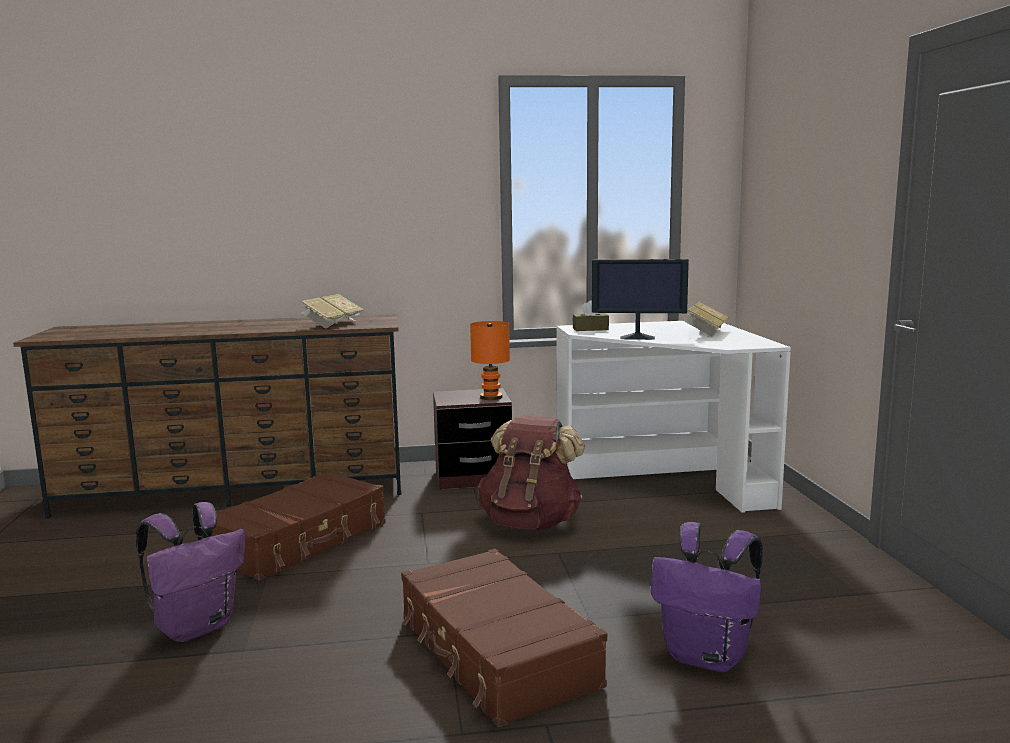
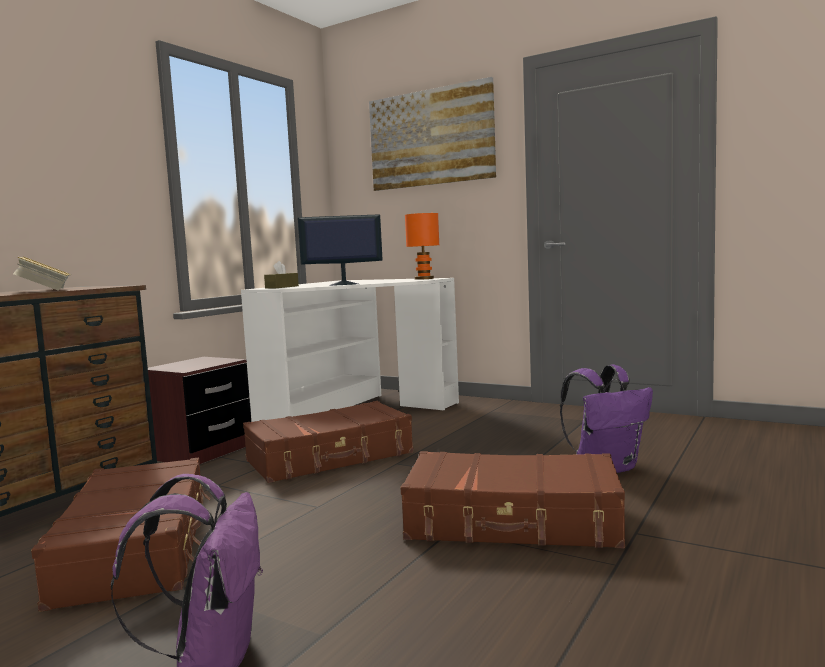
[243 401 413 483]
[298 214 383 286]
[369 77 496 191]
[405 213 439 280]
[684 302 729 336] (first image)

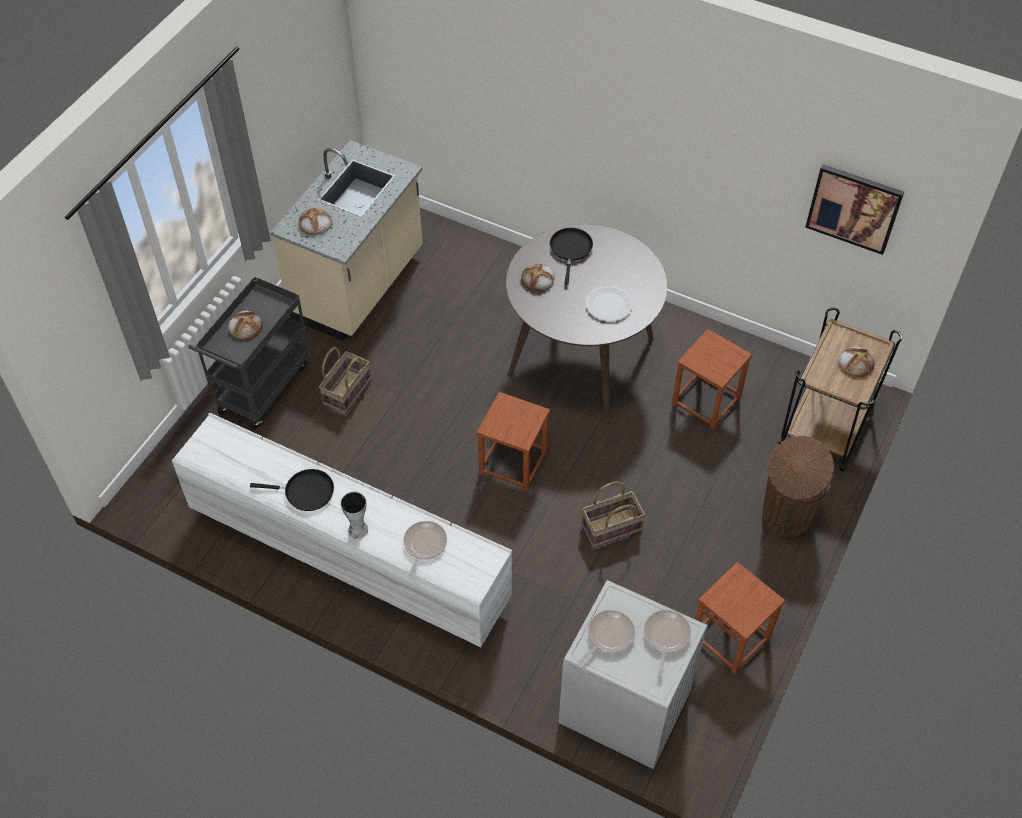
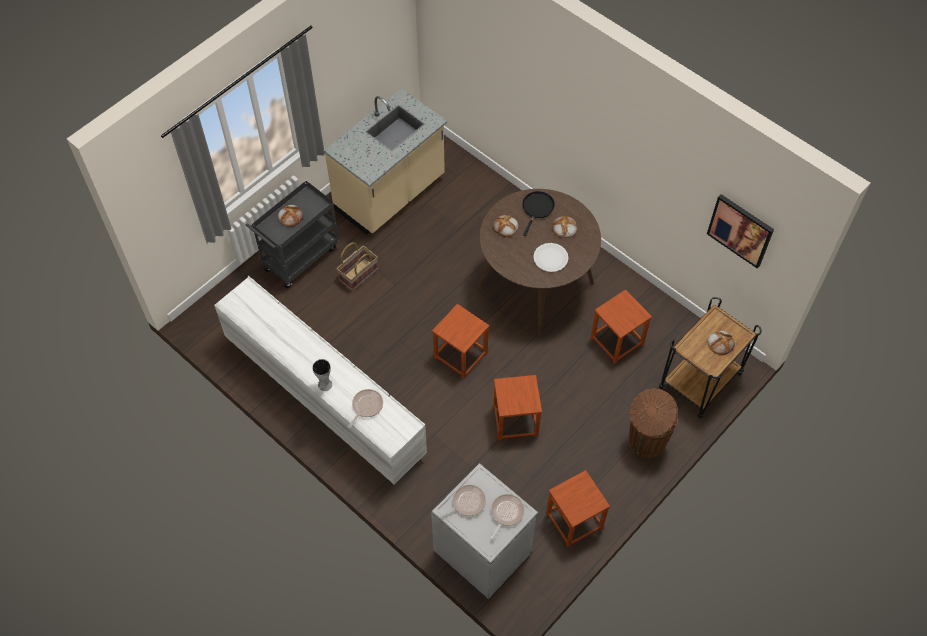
[493 375 542 441]
[553 216 577 238]
[250 469 334 511] (first image)

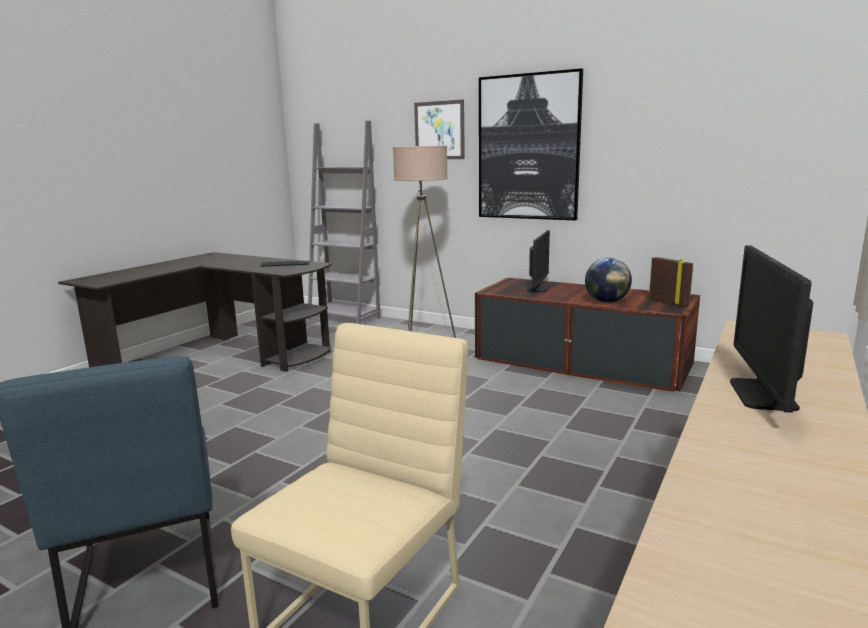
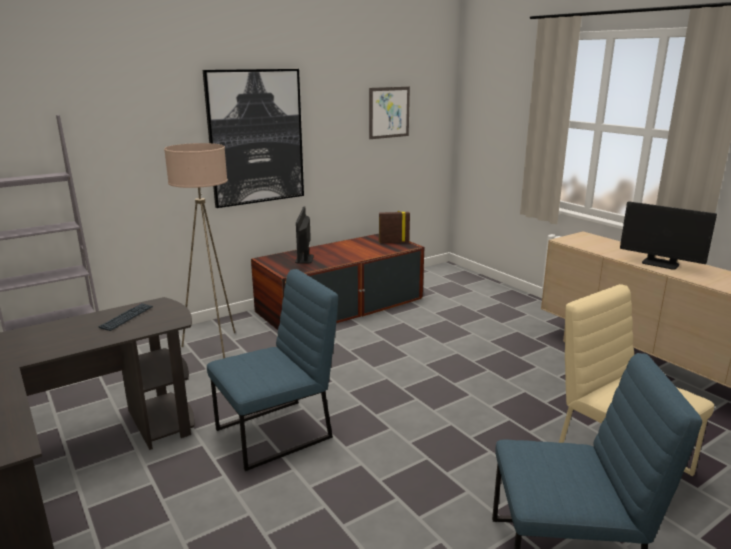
[207 269 338 471]
[295 207 314 263]
[369 87 410 139]
[585 258 632 303] (first image)

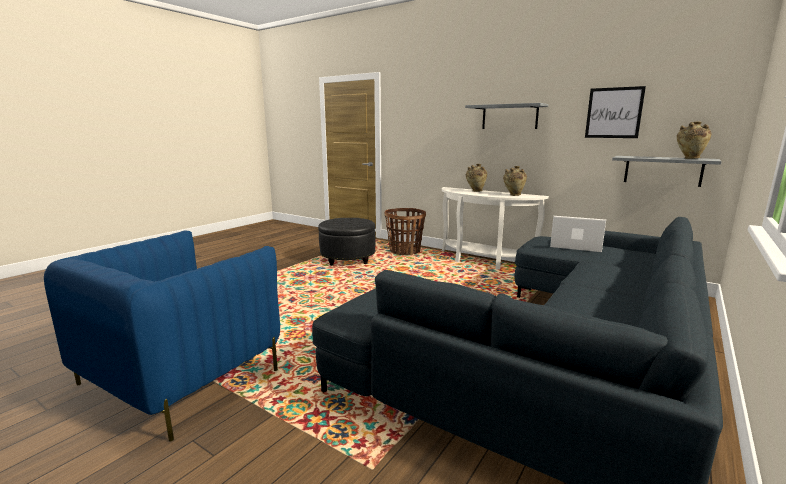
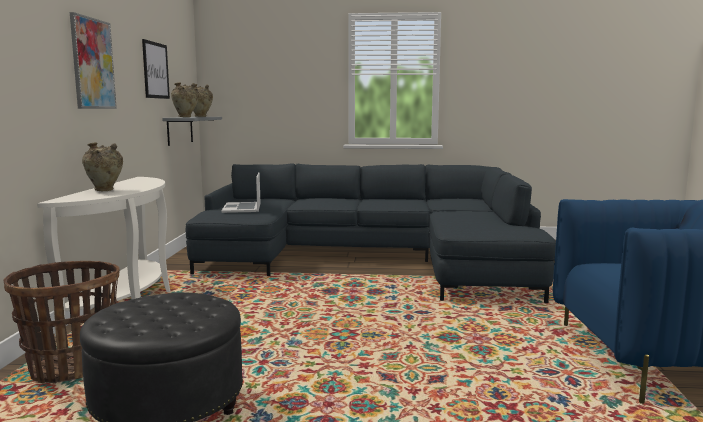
[70 12 117 109]
[171 82 199 117]

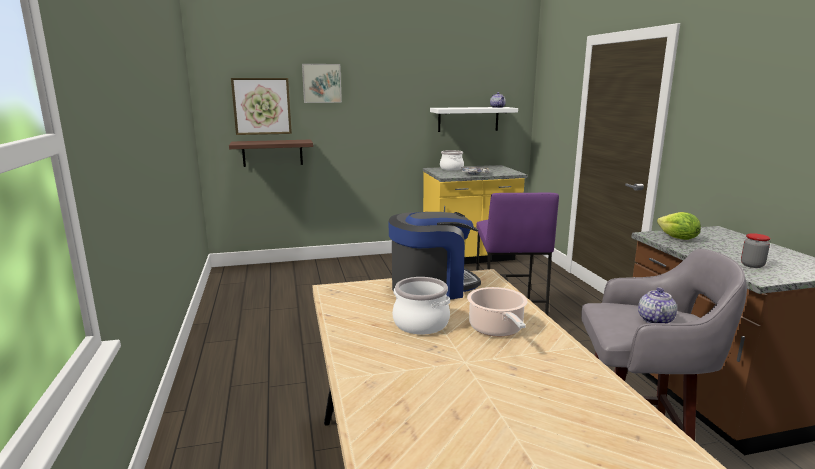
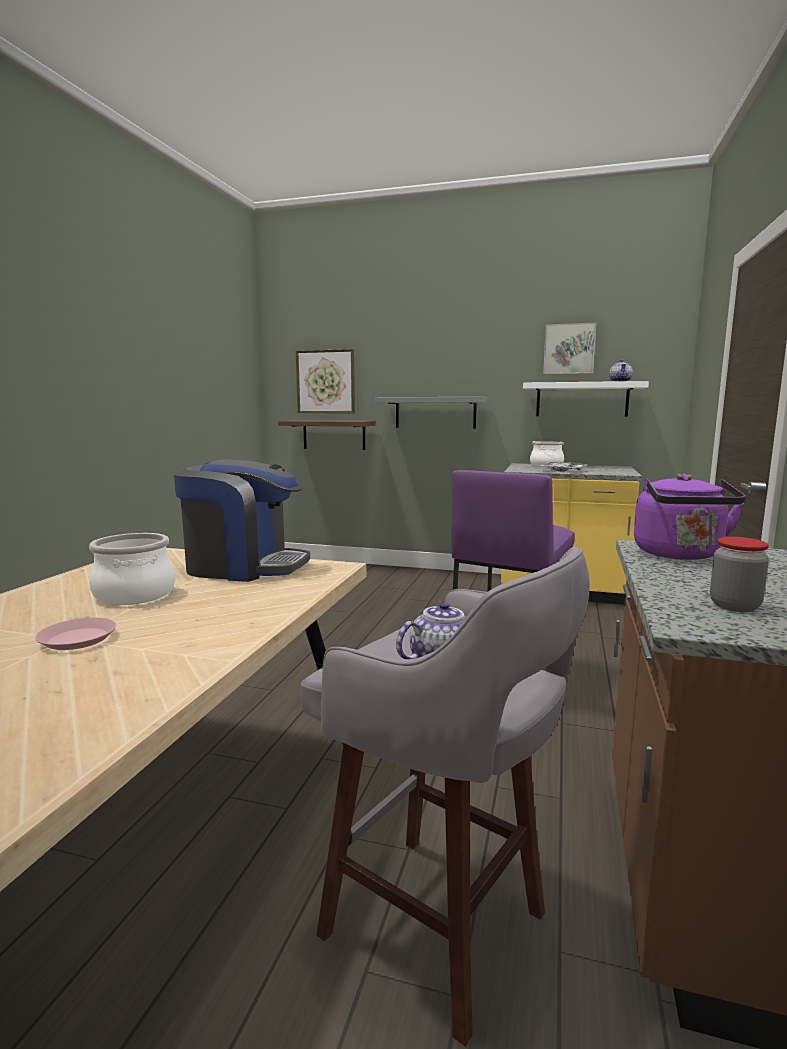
[35 617 116 650]
[375 397 488 429]
[543 323 596 374]
[634 473 745 560]
[467 287 527 337] (first image)

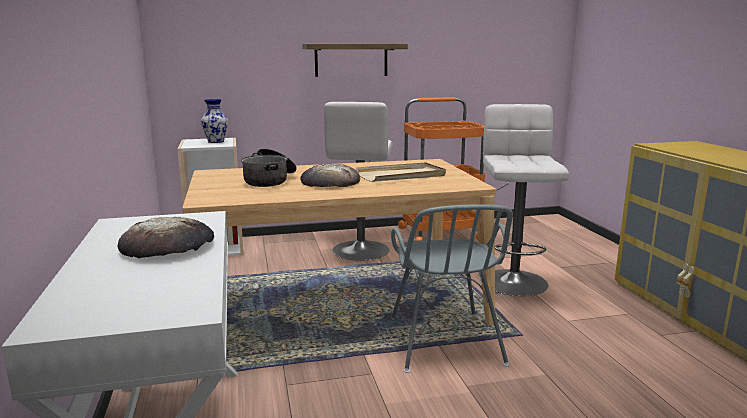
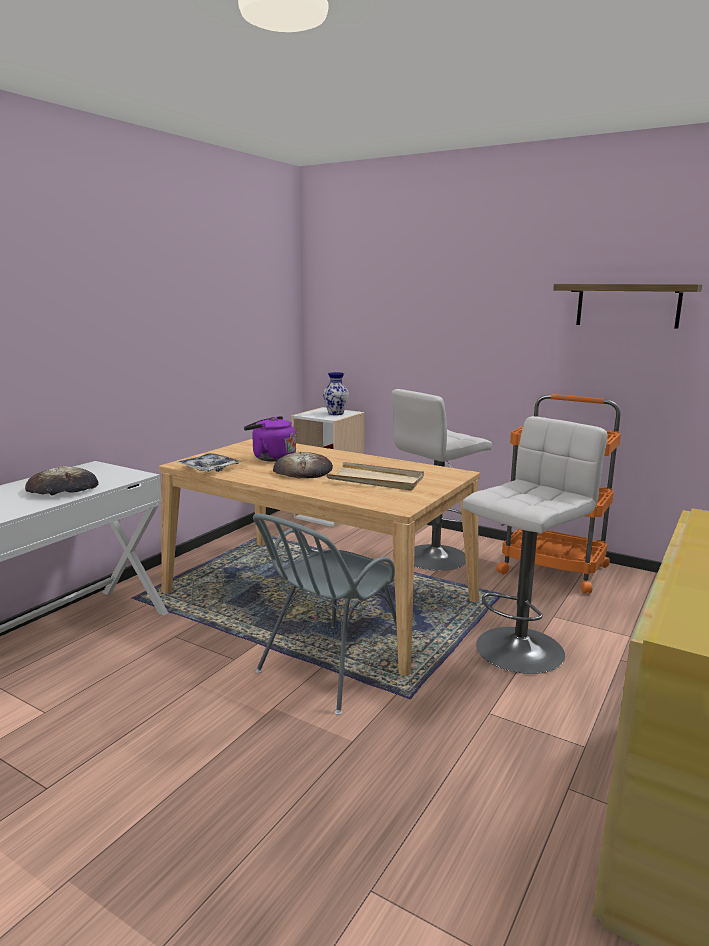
[177 453 242 472]
[244 416 296 462]
[553 284 702 328]

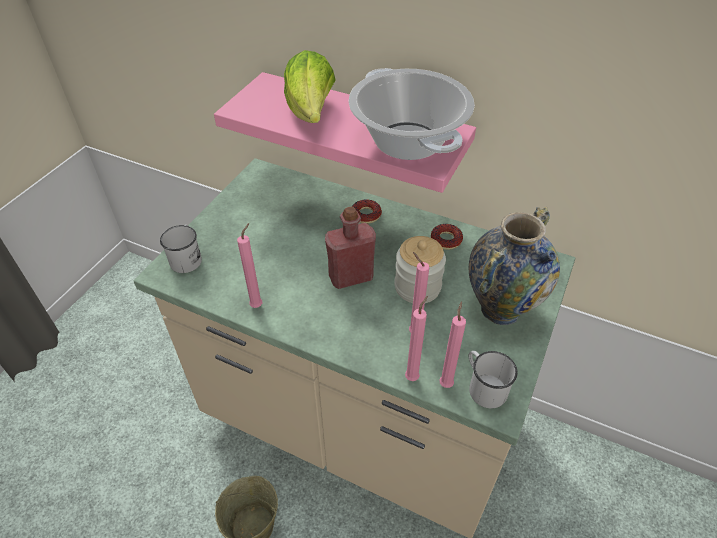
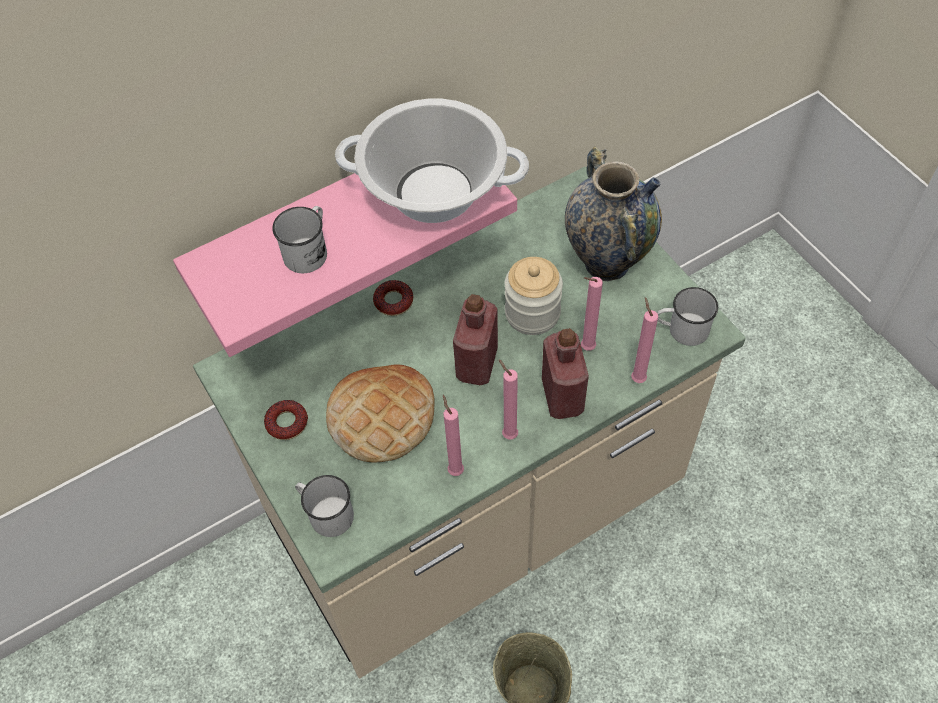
[264 400 308 440]
[272 206 327 273]
[326 364 435 463]
[499 359 518 439]
[542 328 589 419]

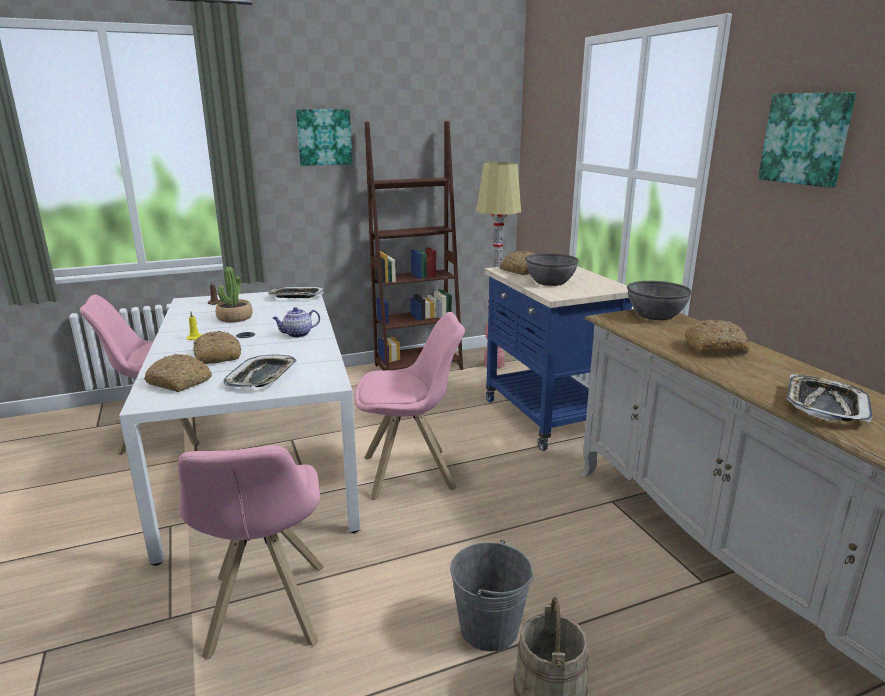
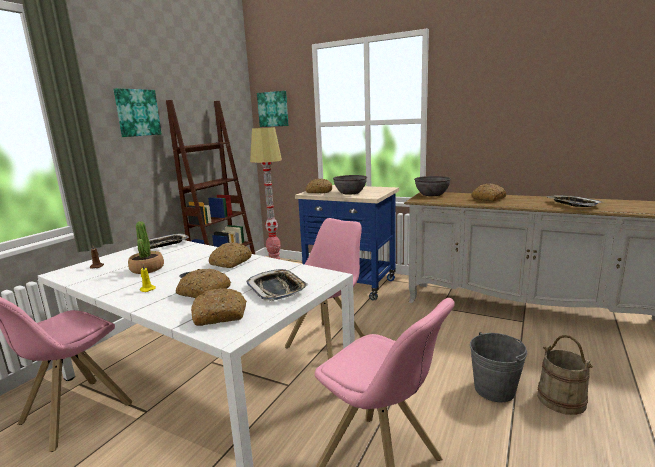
[209 242 252 268]
[257 91 288 127]

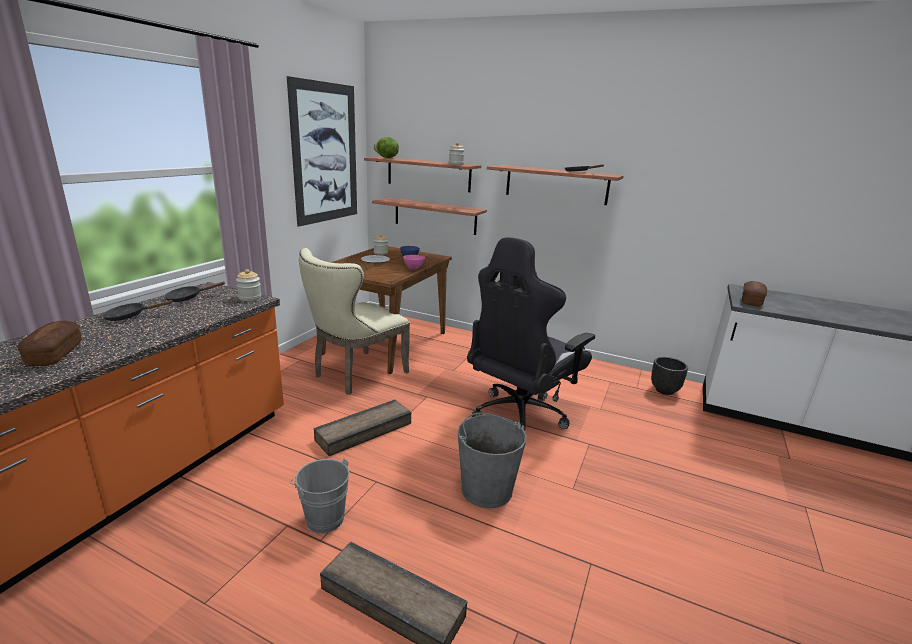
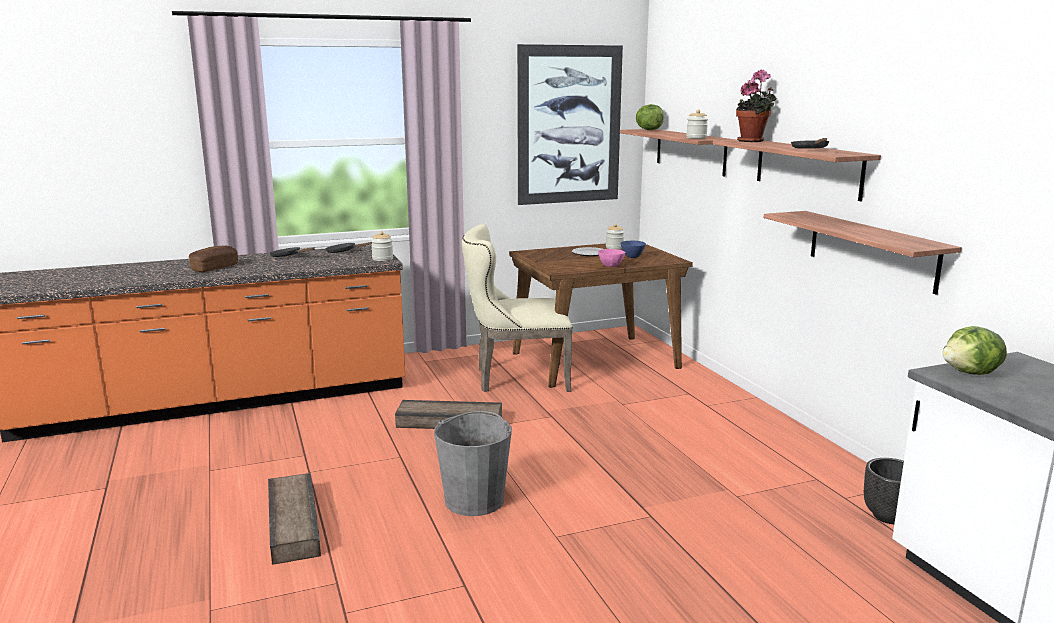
[736 70 777 142]
[764 211 962 295]
[942 326 1007 375]
[290 458 350 534] (first image)
[467 237 595 431] (first image)

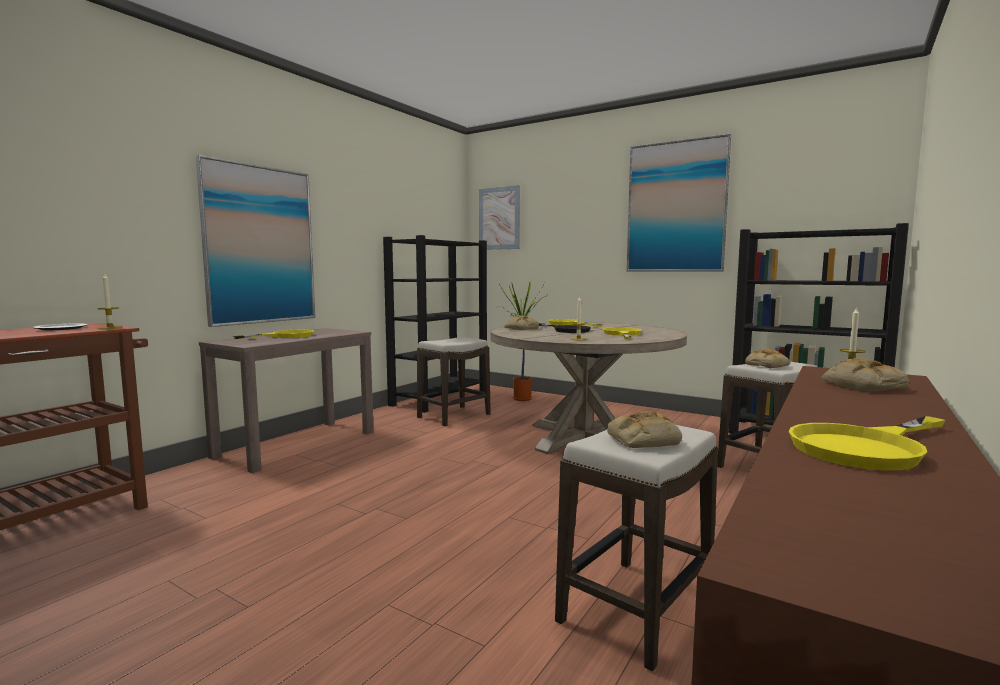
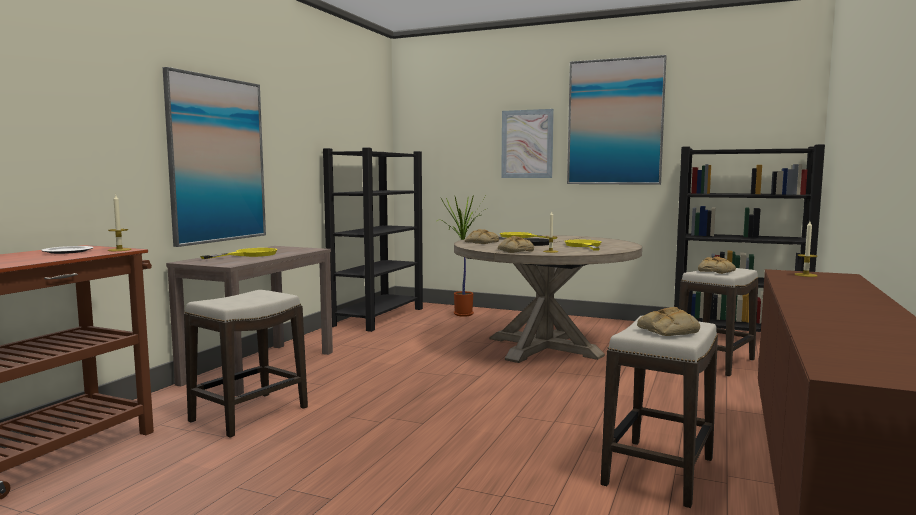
[184 290 308 438]
[498 236 534 253]
[501 109 554 178]
[789 416 945 470] (first image)

